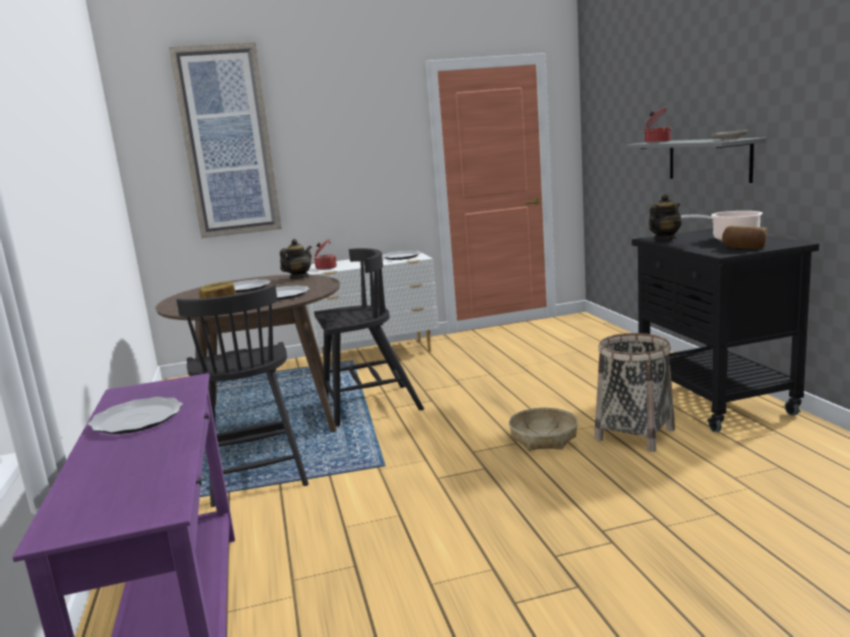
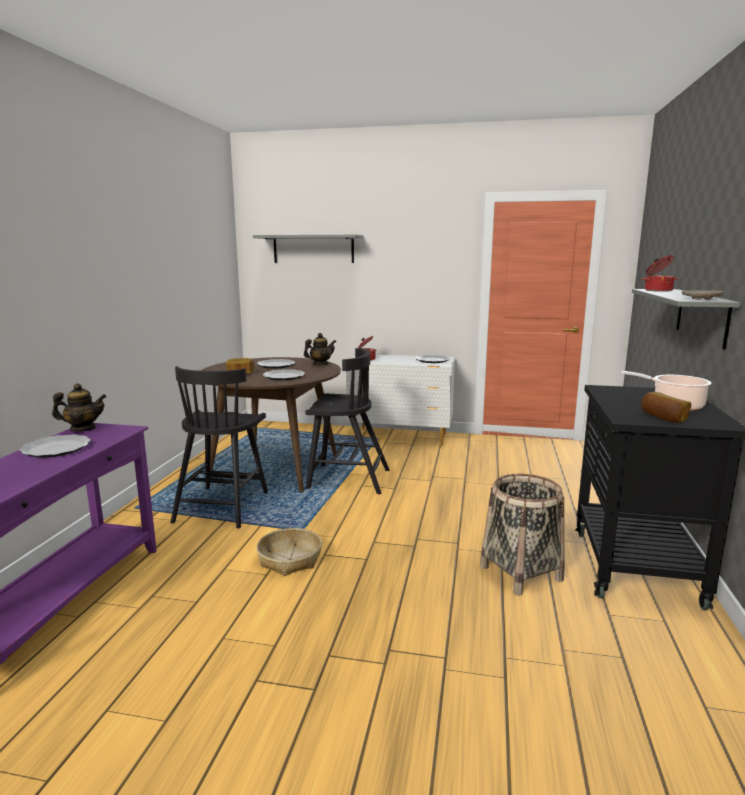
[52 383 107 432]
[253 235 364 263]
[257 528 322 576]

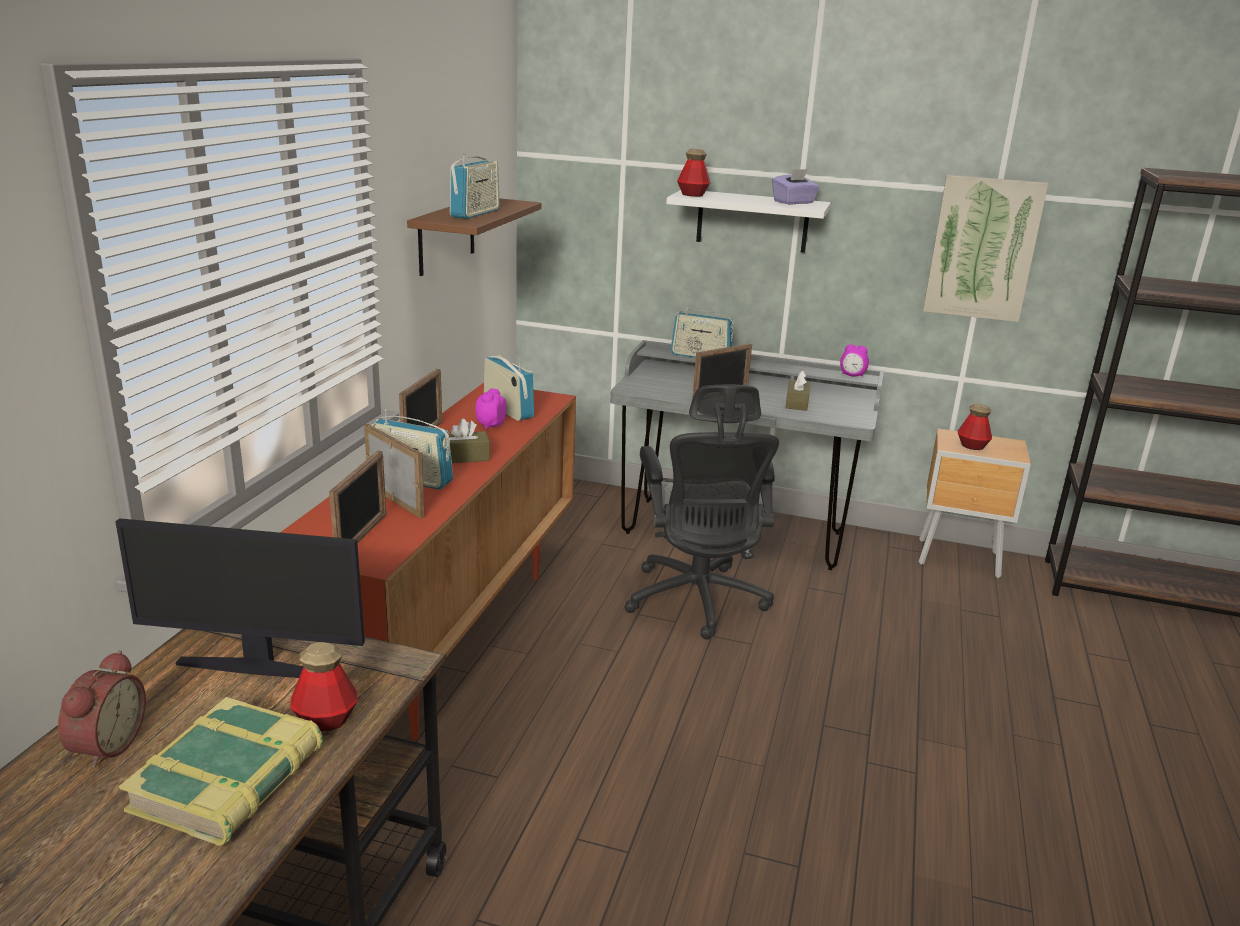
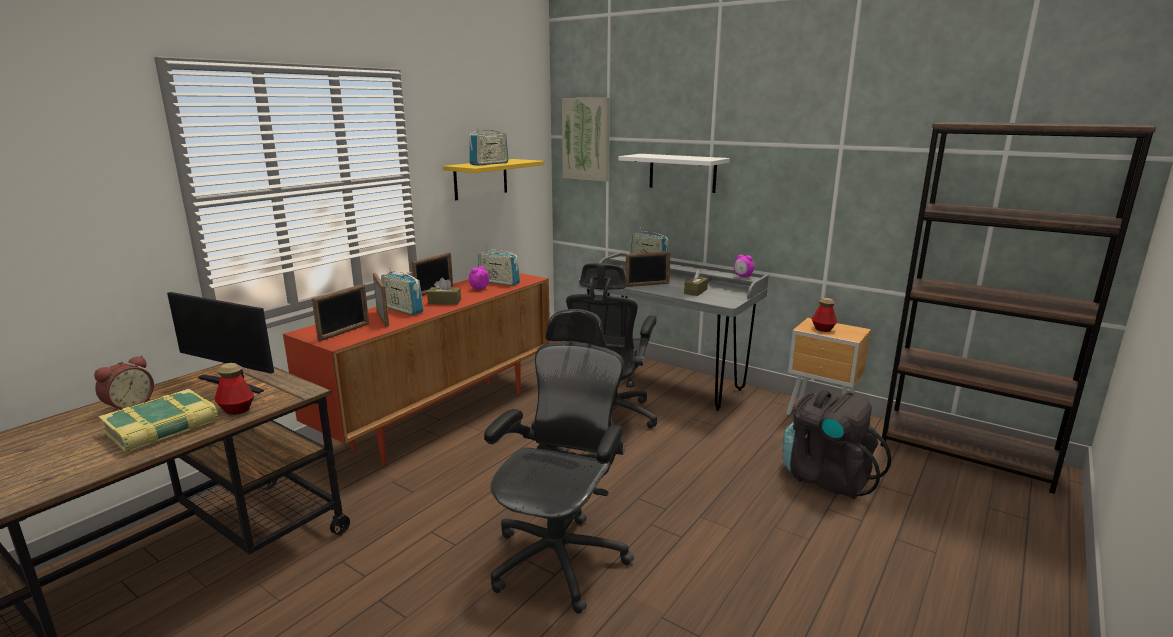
[443 159 544 200]
[478 245 520 286]
[484 309 634 614]
[562 98 610 182]
[783 390 891 499]
[677 149 711 197] (first image)
[772 169 820 205] (first image)

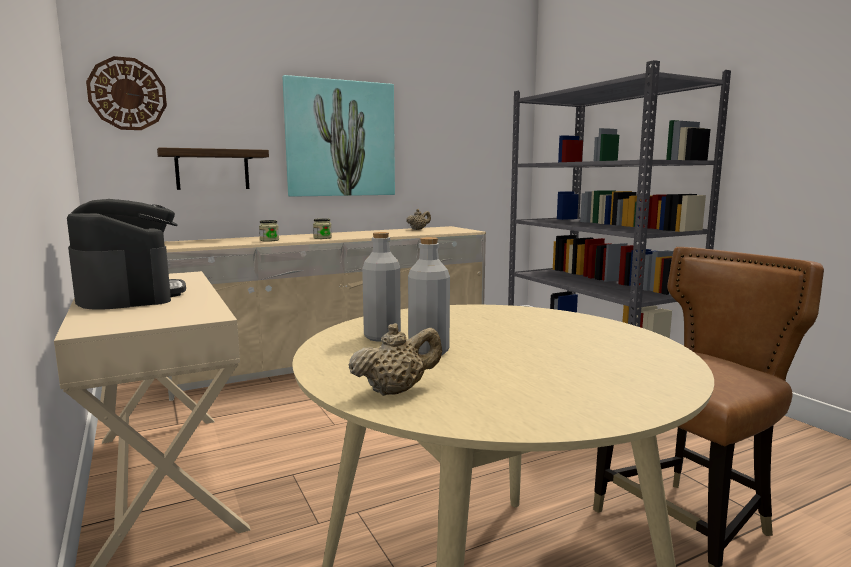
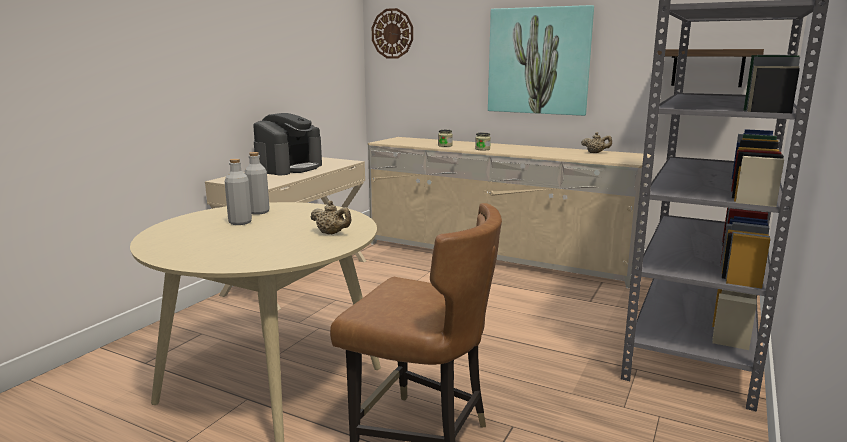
[311 201 351 234]
[658 49 764 87]

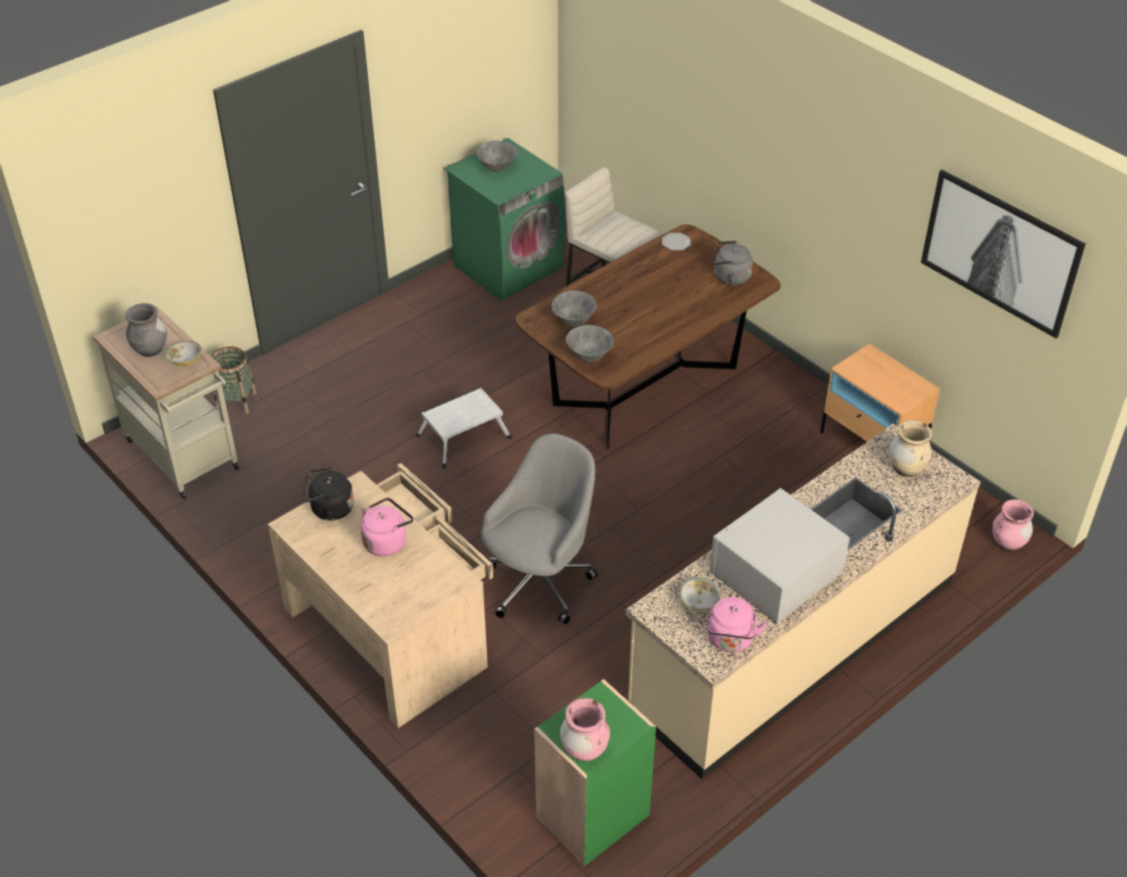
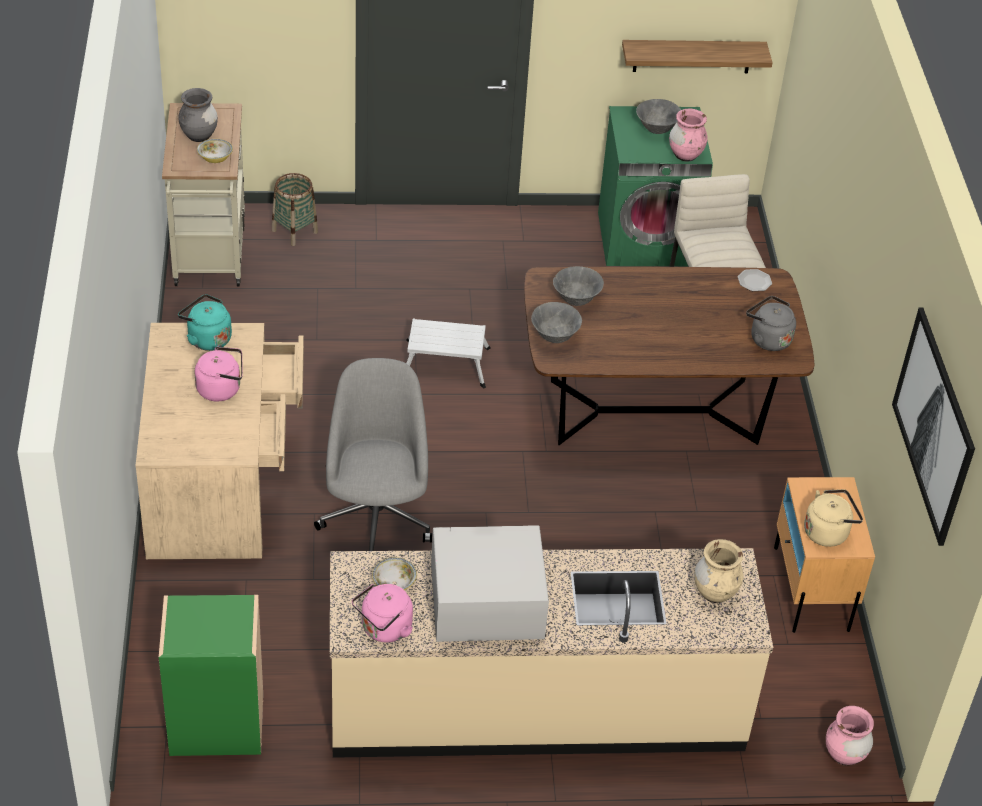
[178 294 232 351]
[314 358 432 551]
[622 40 773 73]
[669 109 708 161]
[804 489 863 547]

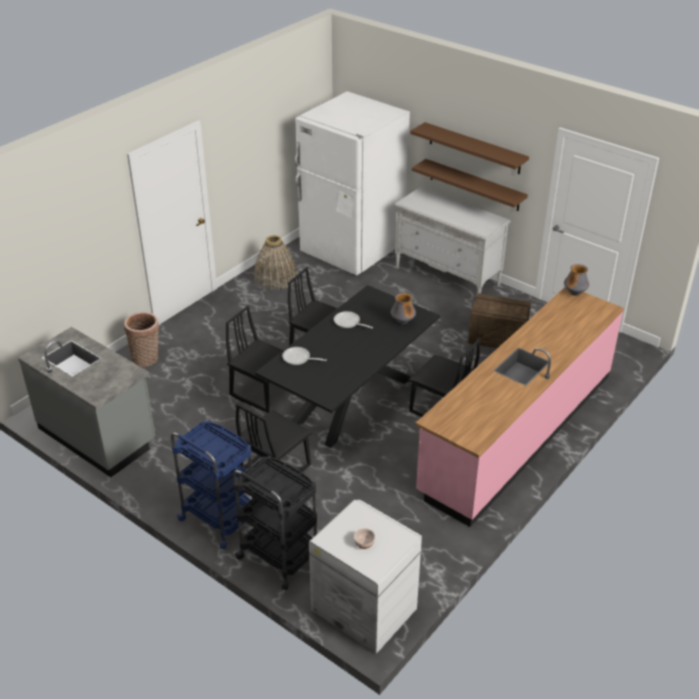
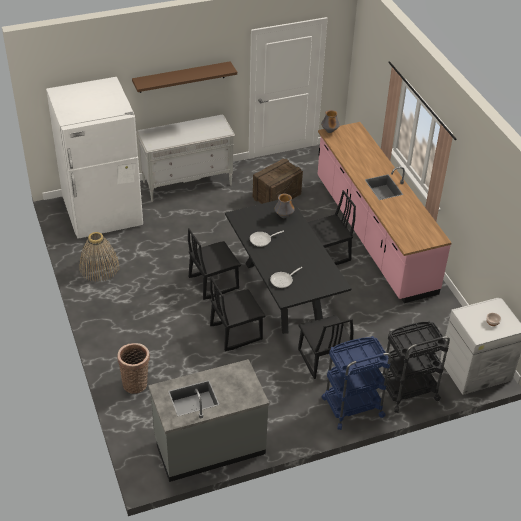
[412 159 528 211] (first image)

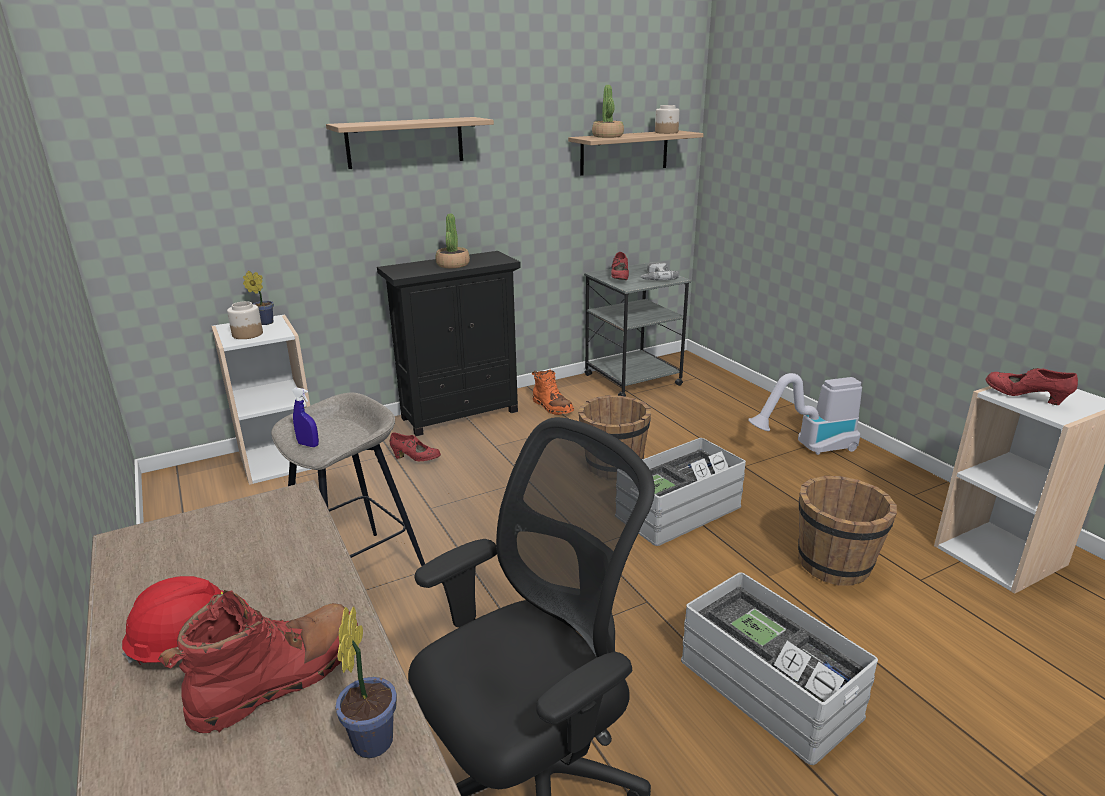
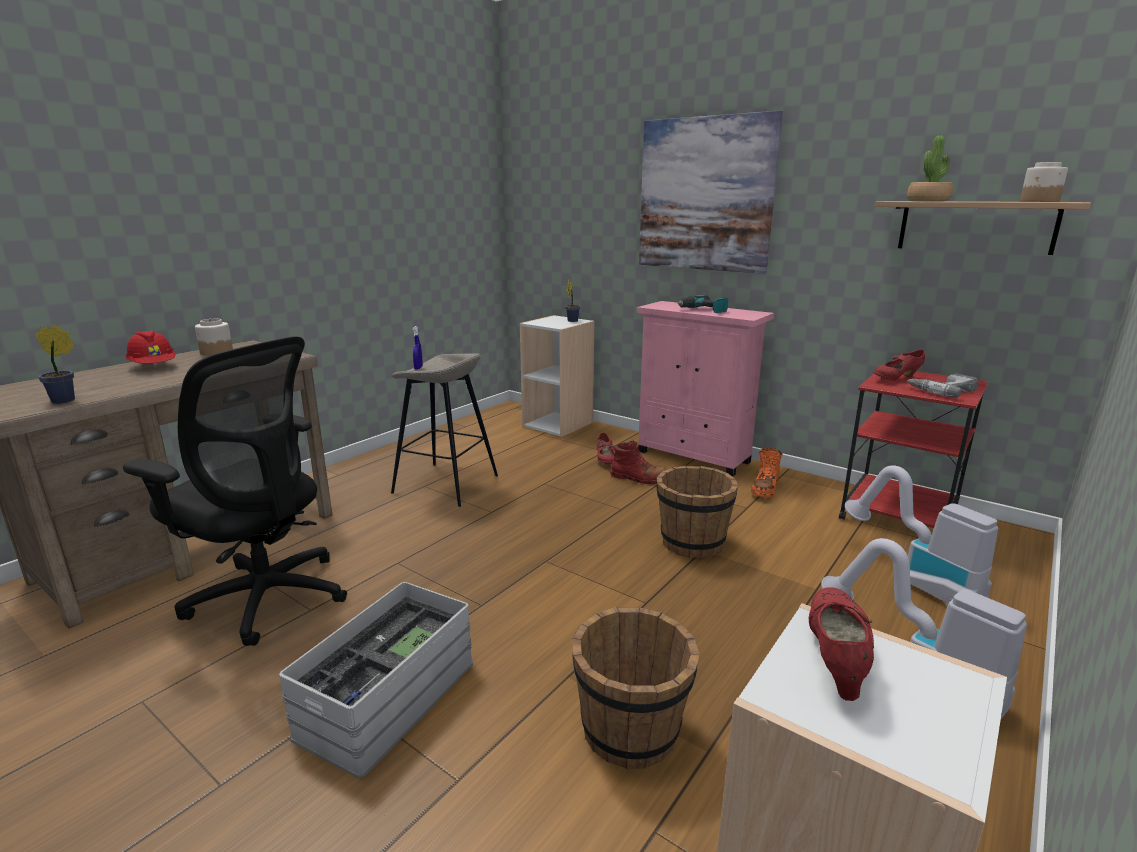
[195 319 233 356]
[609 439 667 484]
[637 301 774 477]
[639 110 783 274]
[677 294 728 313]
[839 371 989 528]
[845 465 998 606]
[638 438 746 546] (first image)

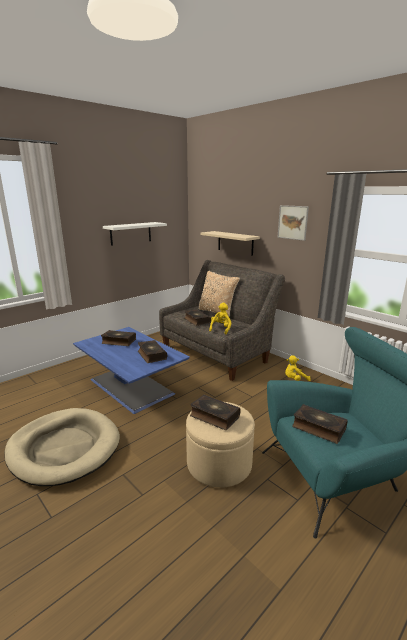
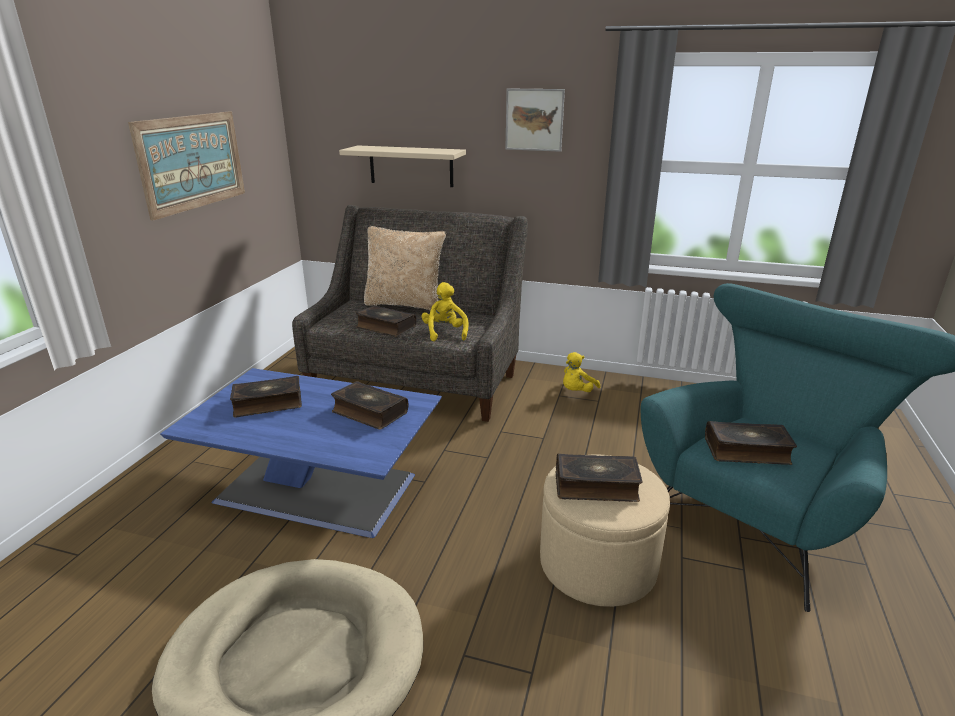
[128 112 245 221]

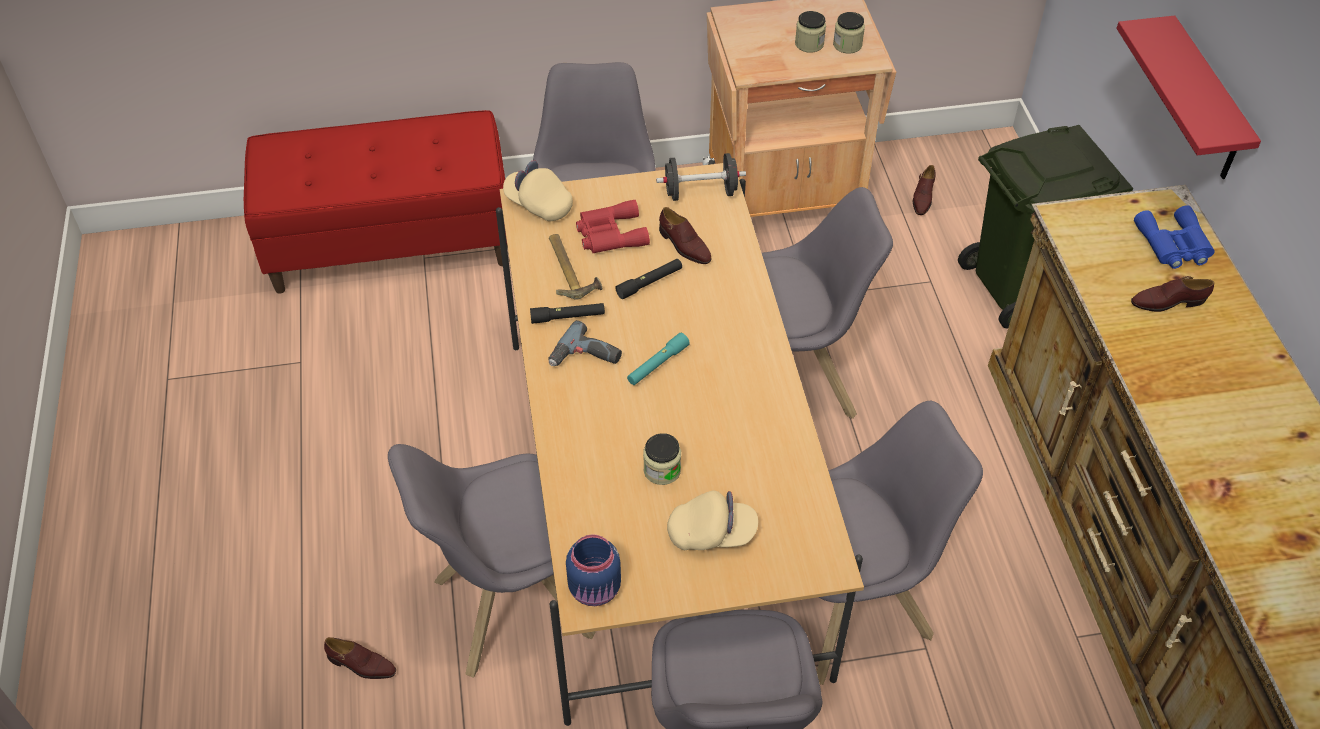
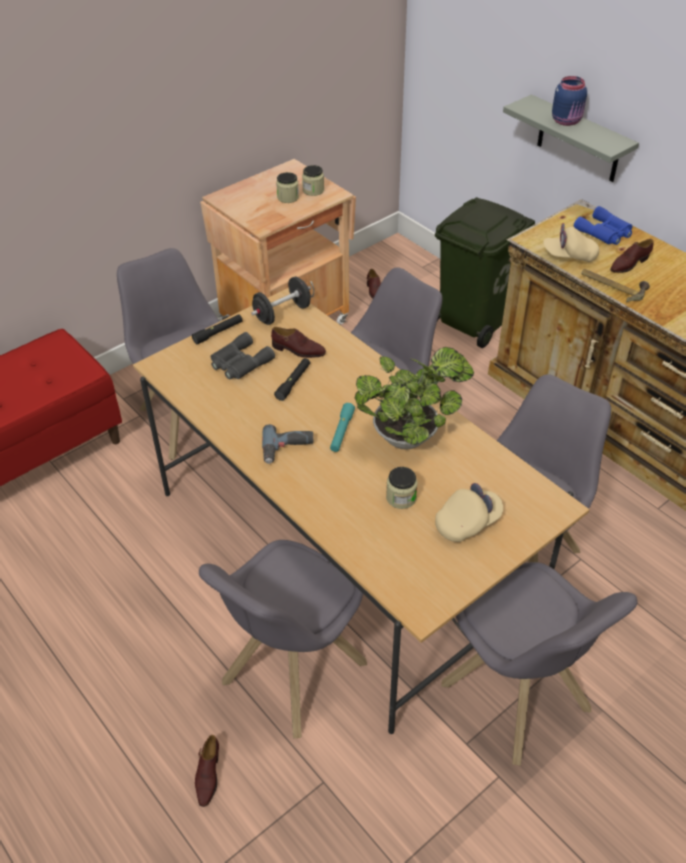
[192 314 242 344]
[195 735 219 807]
[211 332 275 380]
[355 347 474 450]
[503 94 639 182]
[543 223 599 262]
[552 76 587 126]
[581 269 650 302]

